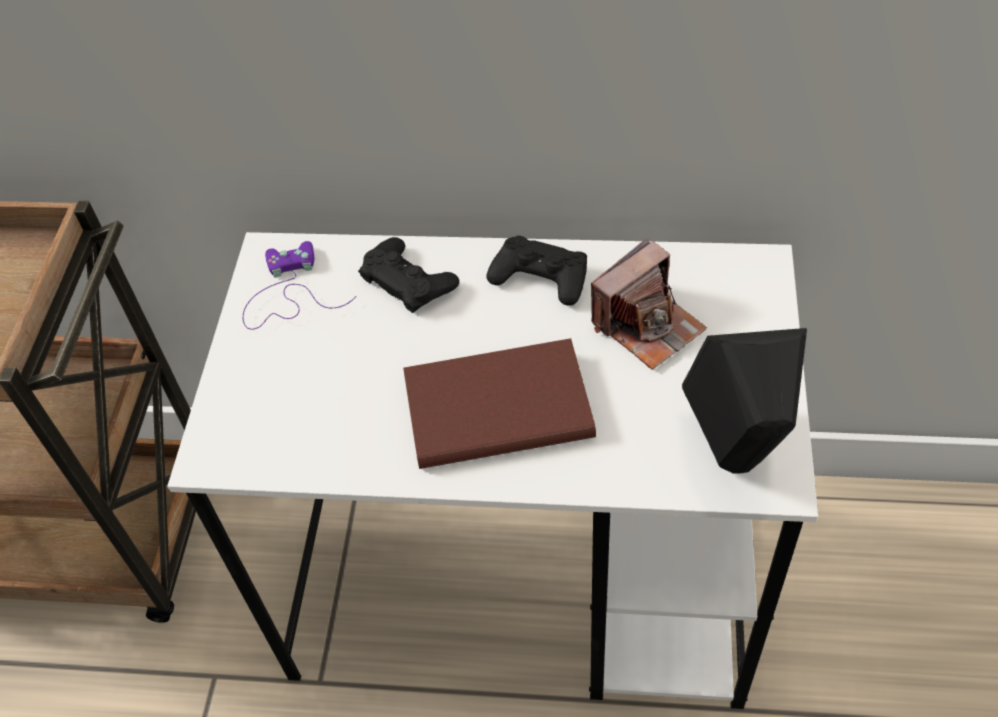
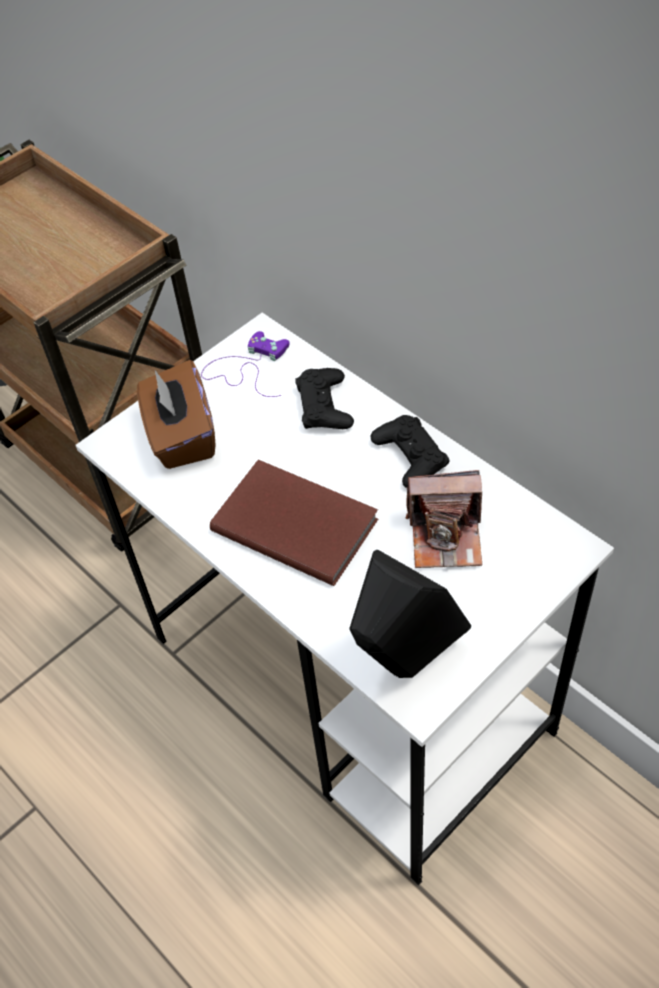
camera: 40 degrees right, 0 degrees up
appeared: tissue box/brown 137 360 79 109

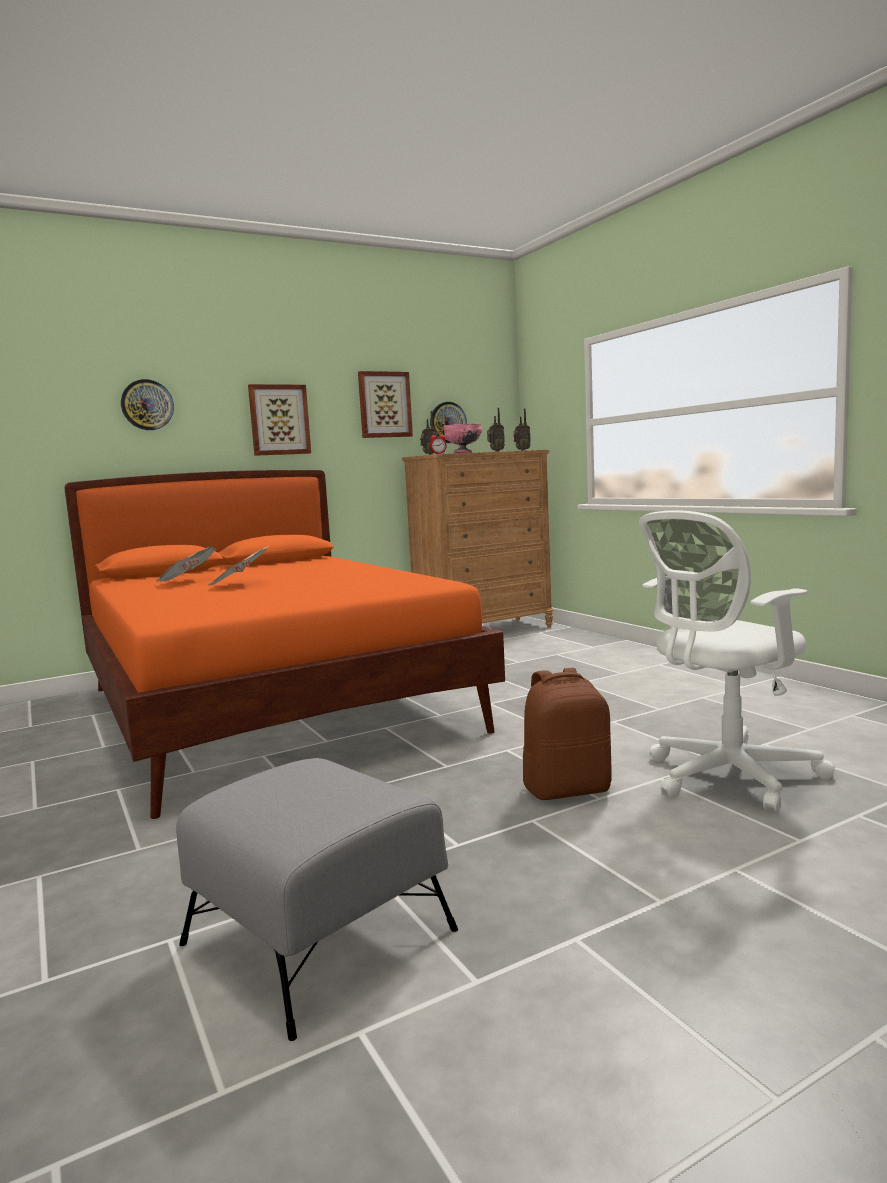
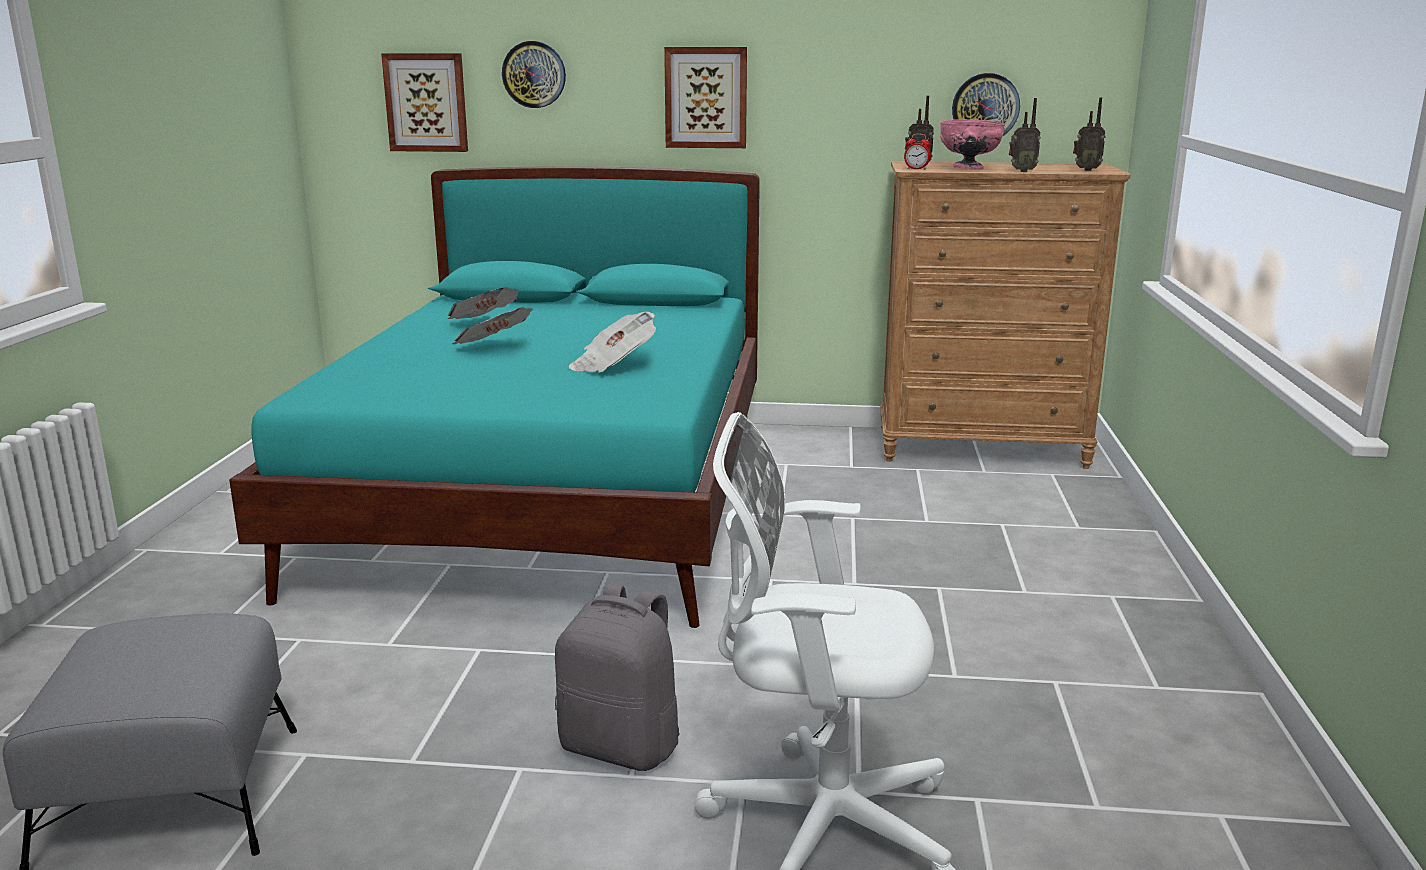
camera: 35 degrees right, 10 degrees up
appeared: newspaper 569 312 87 61
relocated: picture 358 371 55 67 to 381 53 87 99
colour: bed/orange 64 470 441 349 to bed/turquoise 229 166 531 462; backpack/brown 523 668 89 132 to backpack/grey 555 583 125 188

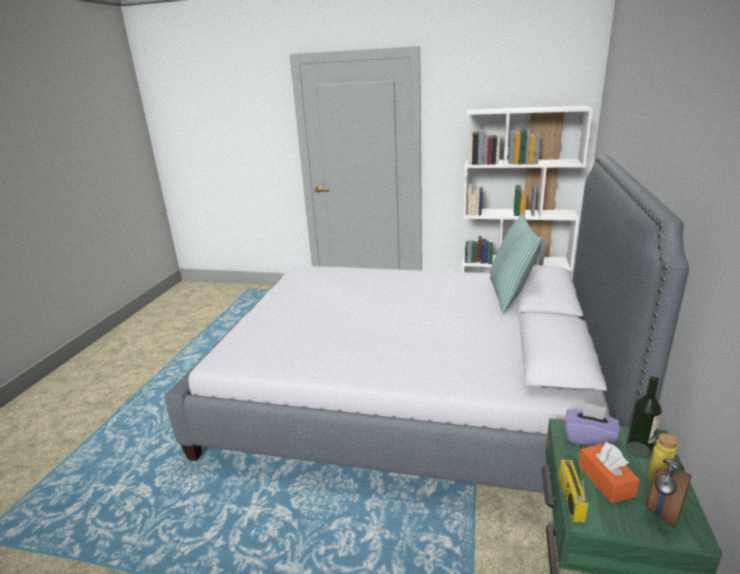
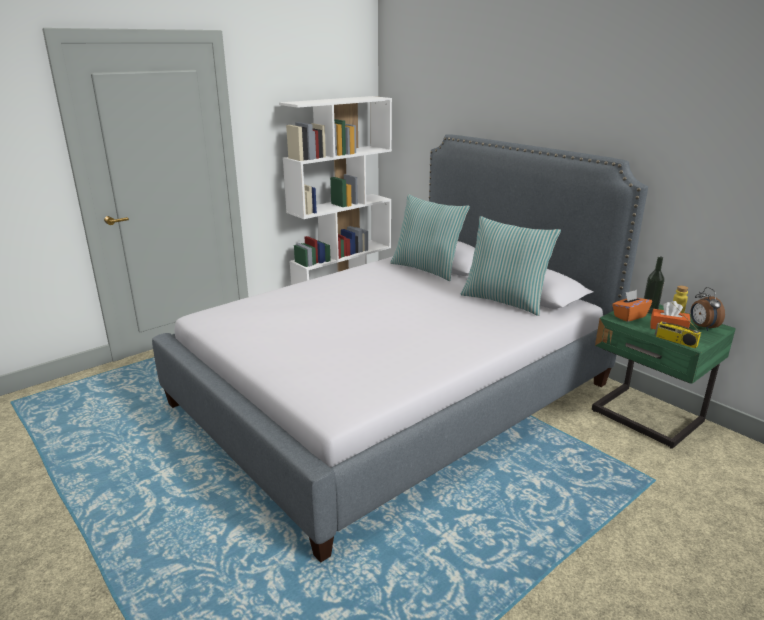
camera: 55 degrees left, 0 degrees up
appeared: pillow 461 216 100 100
colour: tissue box/purple 565 402 55 44 to tissue box/orange 612 290 40 32

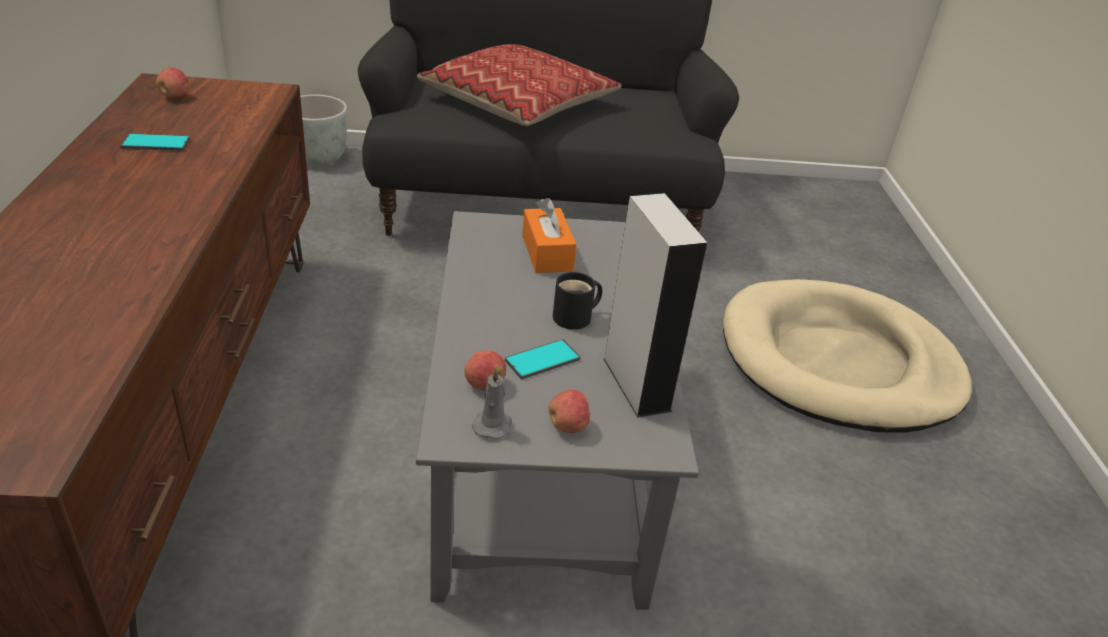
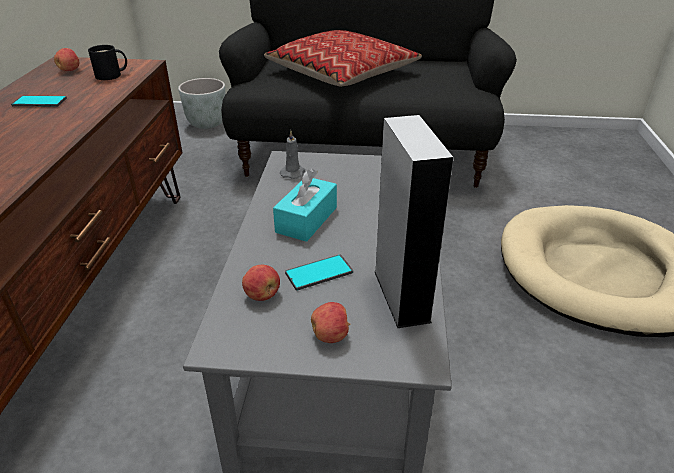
camera: 10 degrees right, 0 degrees up
missing: tissue box/orange 522 198 55 75
appeared: tissue box/turquoise 273 169 64 73
relocated: mug/black 553 272 49 58 to 88 45 39 35; candle/grey 472 367 40 73 to 280 130 25 49

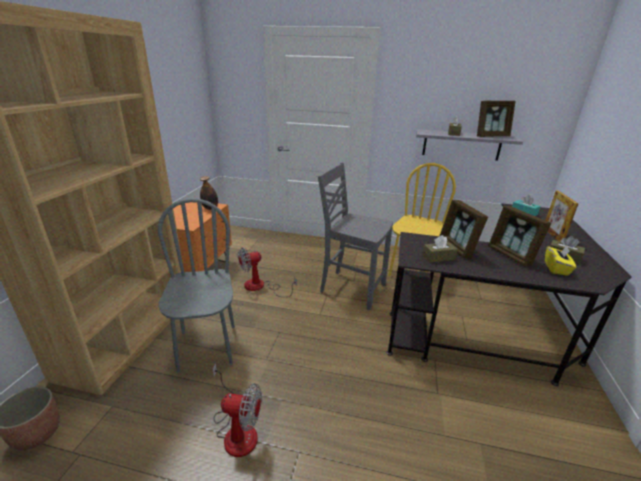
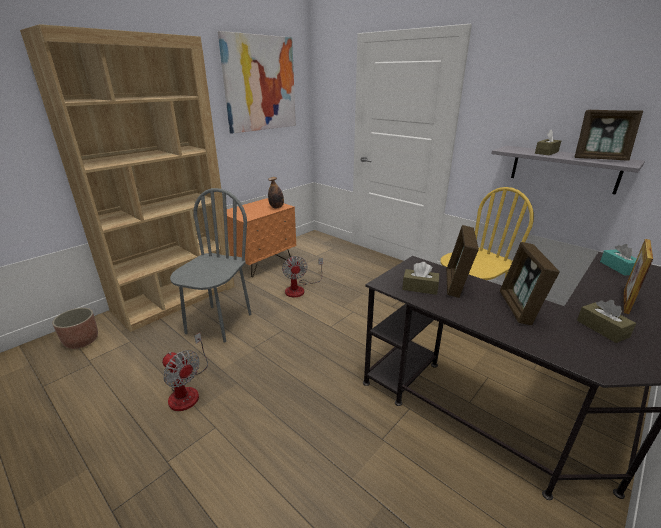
camera: 30 degrees right, 0 degrees up
missing: chair/grey 318 163 75 147; tissue box/yellow 545 246 31 30
appeared: picture 218 31 78 103
spun: fan 238 247 59 50 = 282 256 41 41 105 degrees counterclockwise

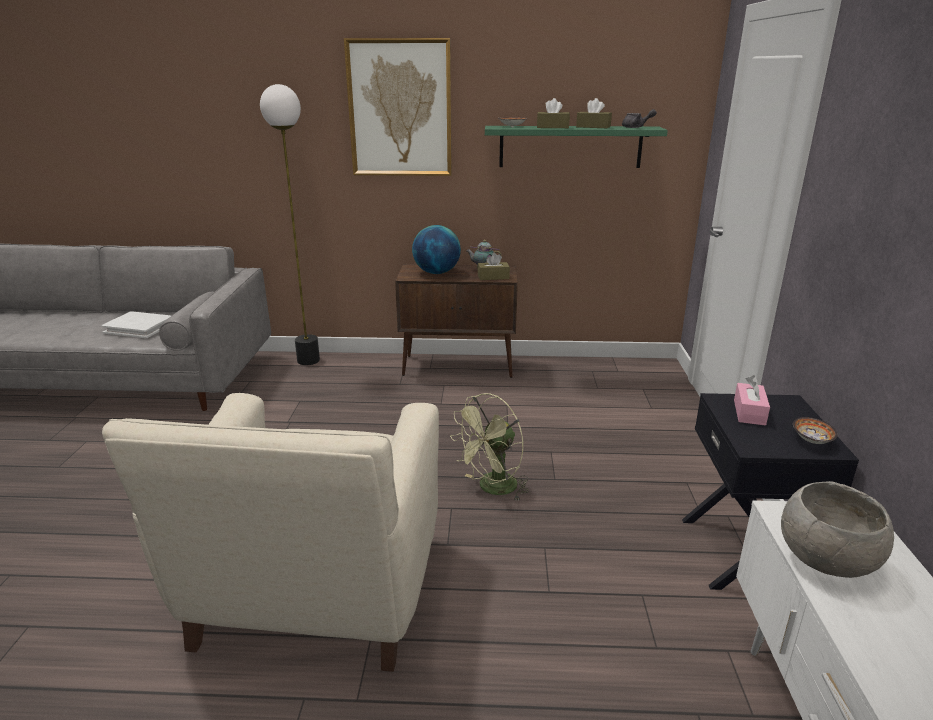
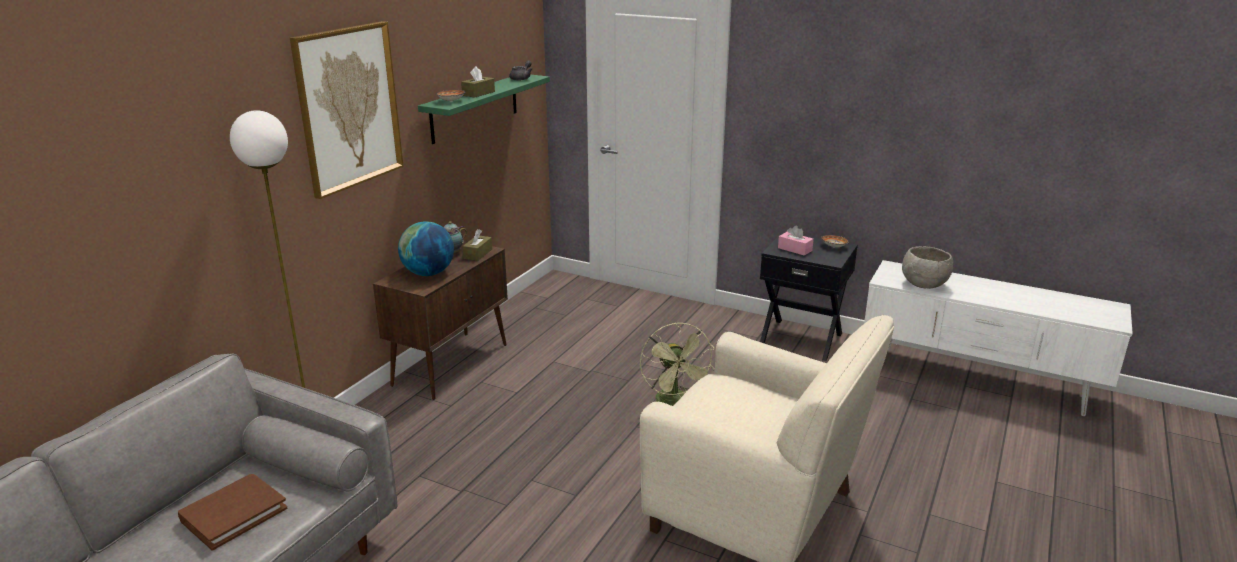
camera: 65 degrees left, 0 degrees up
missing: tissue box/brown 576 98 36 30
colour: book/white 101 311 70 27 to book/brown 178 474 110 76

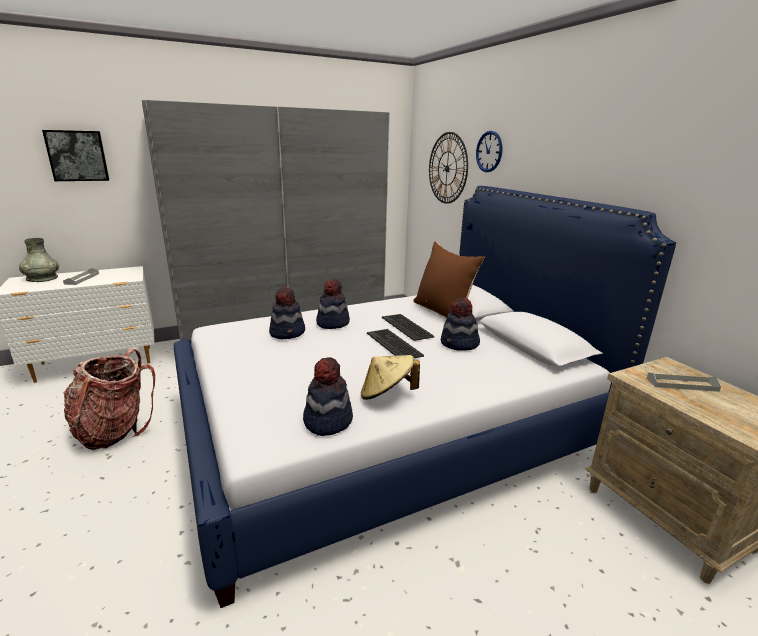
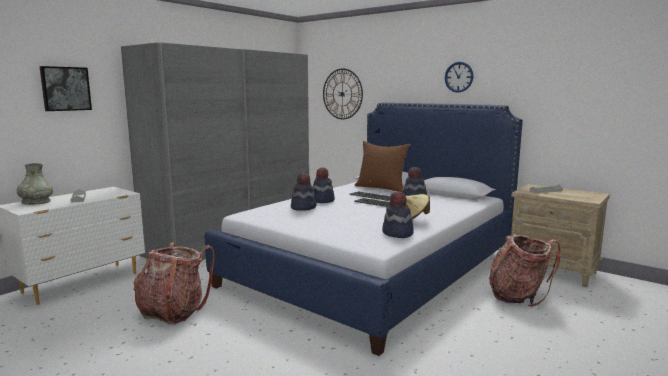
camera: 25 degrees left, 10 degrees down
appeared: backpack 489 234 72 73
relocated: wall clock 476 131 26 41 to 445 62 28 31

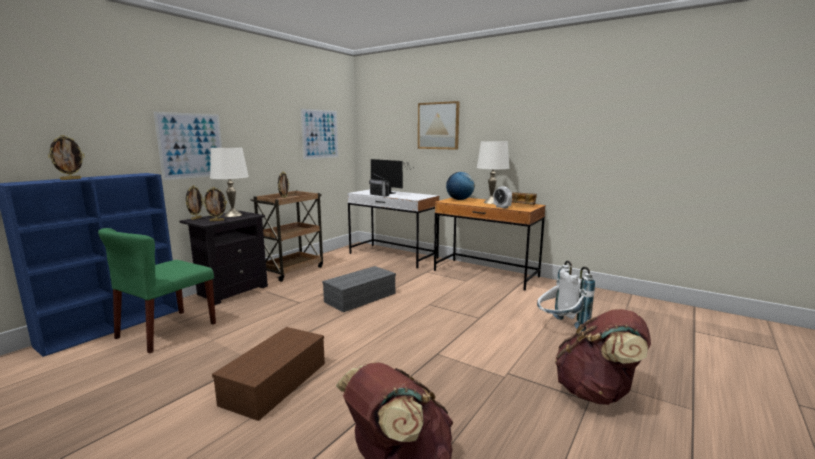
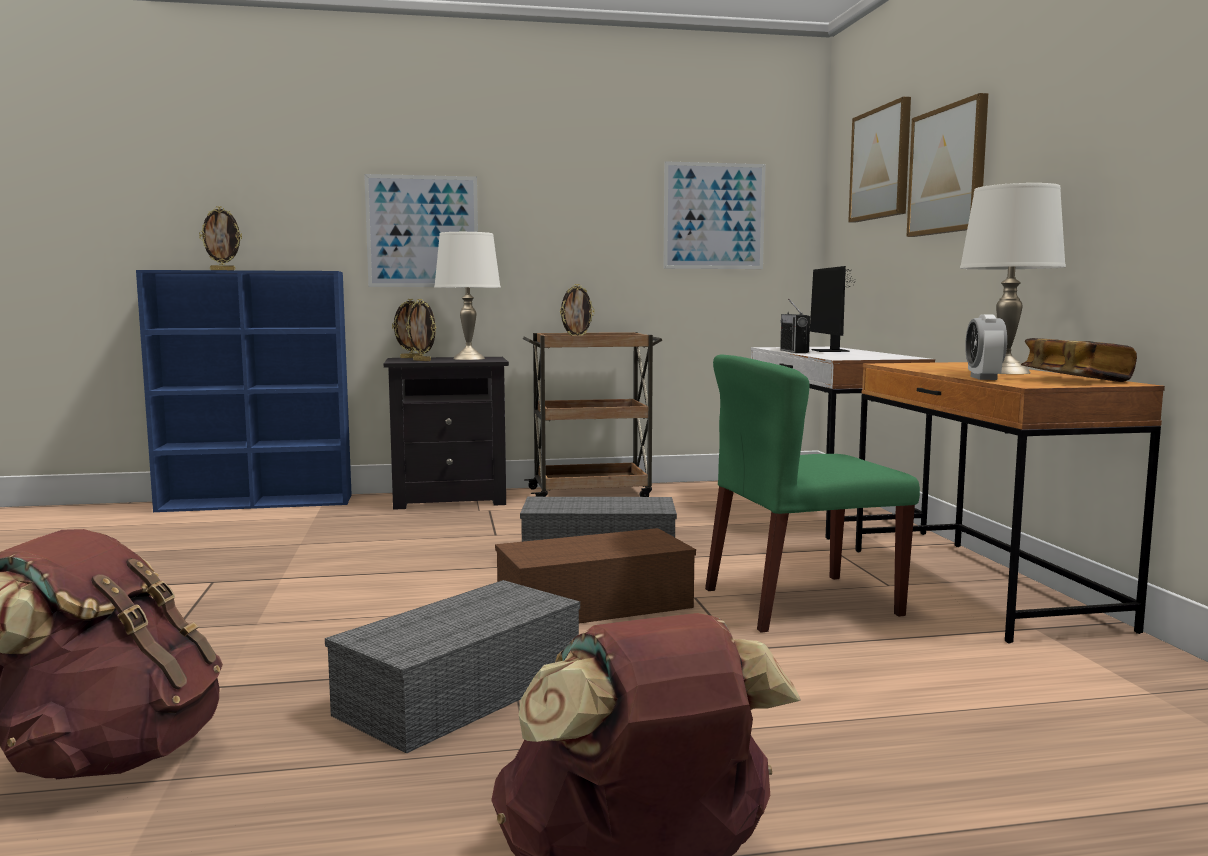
camera: 45 degrees right, 5 degrees down
missing: globe 446 172 29 28; backpack/white 537 261 58 70
appeared: picture 848 97 63 126; storage box/grey 325 580 255 174
relocated: chair/green 98 228 118 126 to 705 354 215 279; storage box/brown 212 327 113 94 to 495 528 201 95

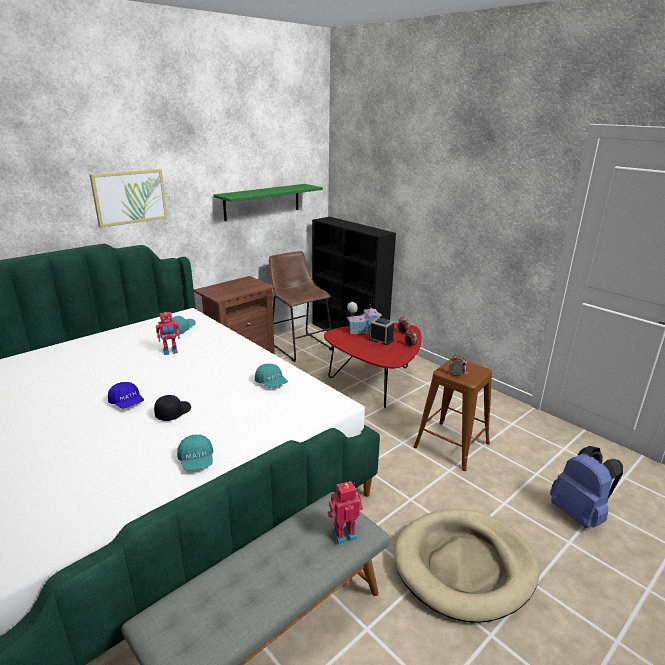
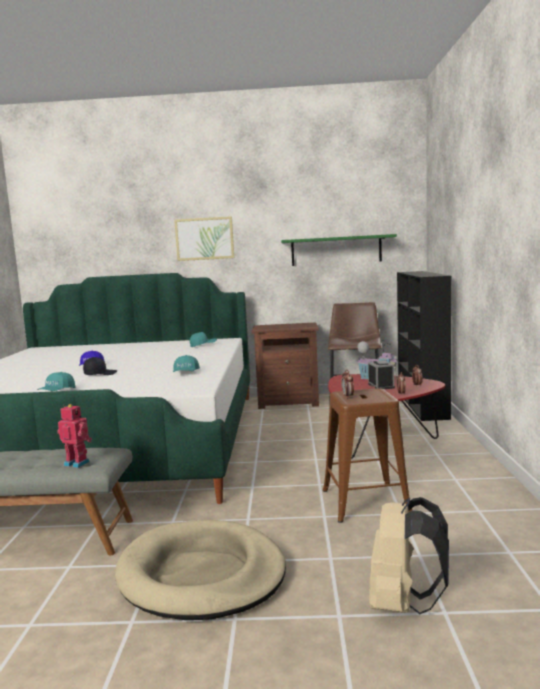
camera: 45 degrees right, 15 degrees down
missing: toy robot 156 312 24 43
colour: backpack/blue 550 446 73 82 to backpack/beige 369 497 80 117

